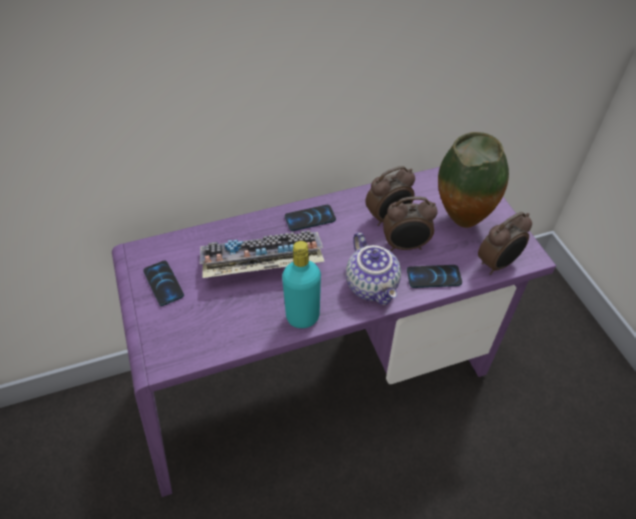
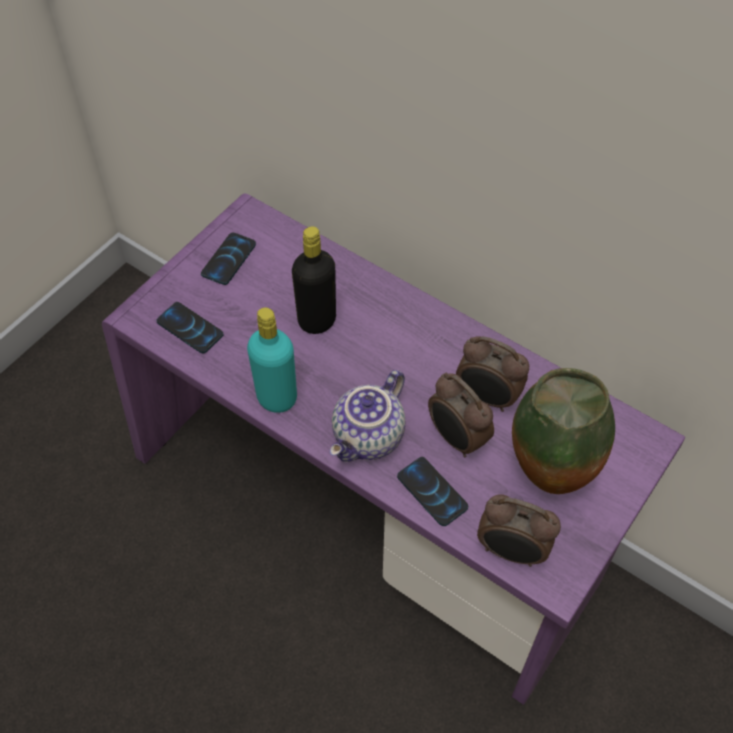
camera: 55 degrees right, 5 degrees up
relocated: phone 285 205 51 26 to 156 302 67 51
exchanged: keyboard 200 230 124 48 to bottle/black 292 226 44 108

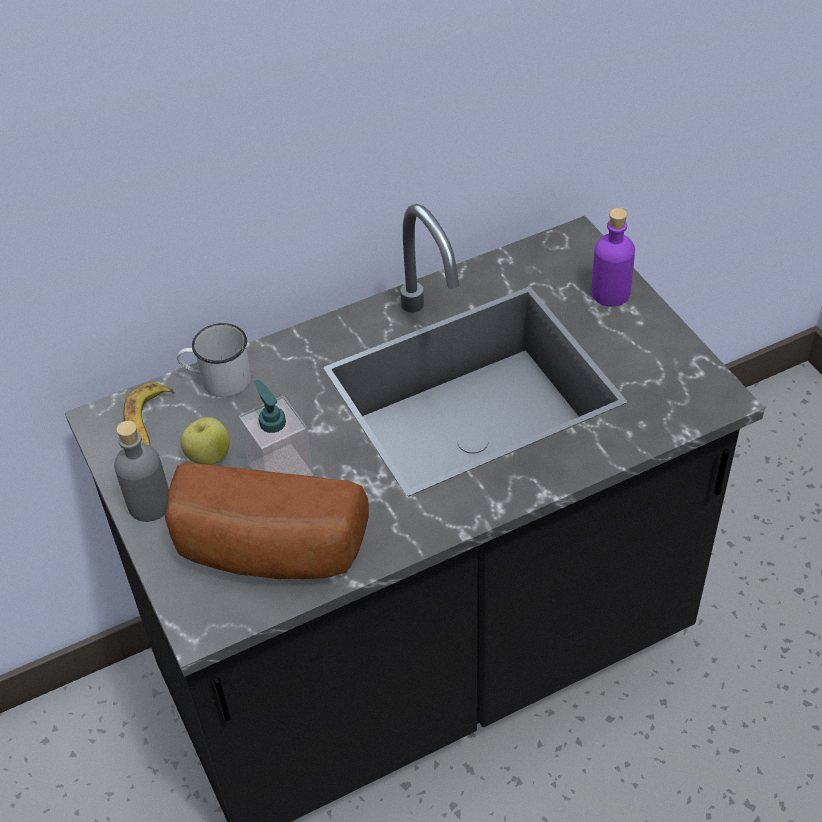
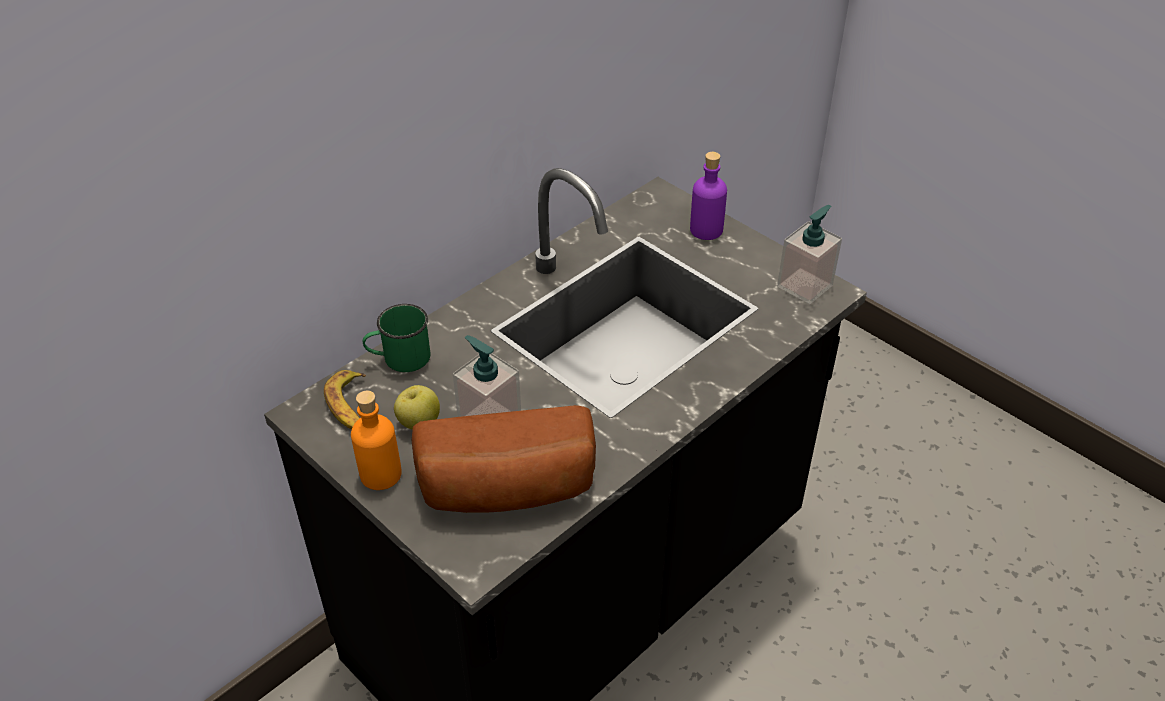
camera: 20 degrees left, 5 degrees down
appeared: soap dispenser 777 205 65 99
colour: mug/white 177 323 74 74 to mug/green 363 304 67 68; bottle/grey 114 421 55 101 to bottle/orange 351 391 51 99

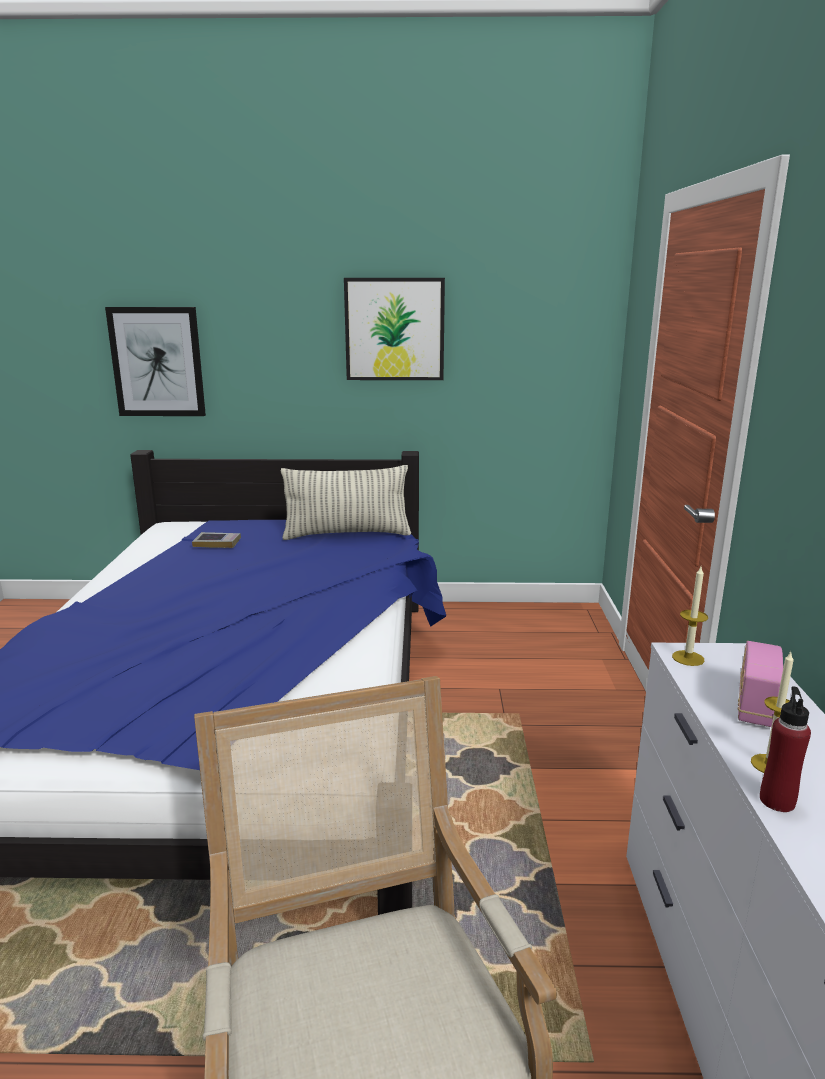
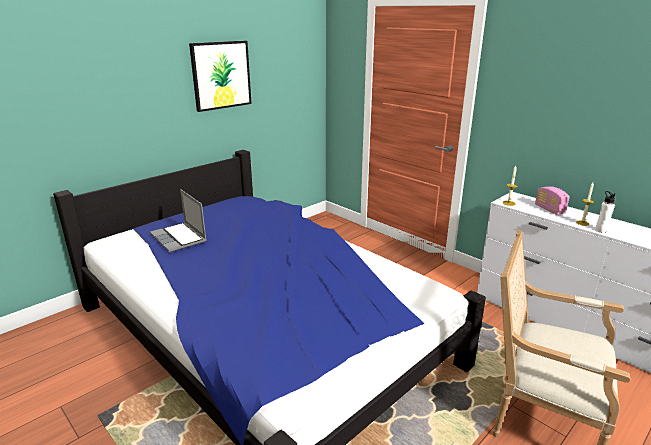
camera: 45 degrees left, 5 degrees up
missing: picture 105 307 101 109; pillow 281 465 130 75
exchanged: book 192 532 49 16 to laptop 150 189 57 63
colour: bottle/red 760 686 51 126 to bottle/white 595 191 20 42

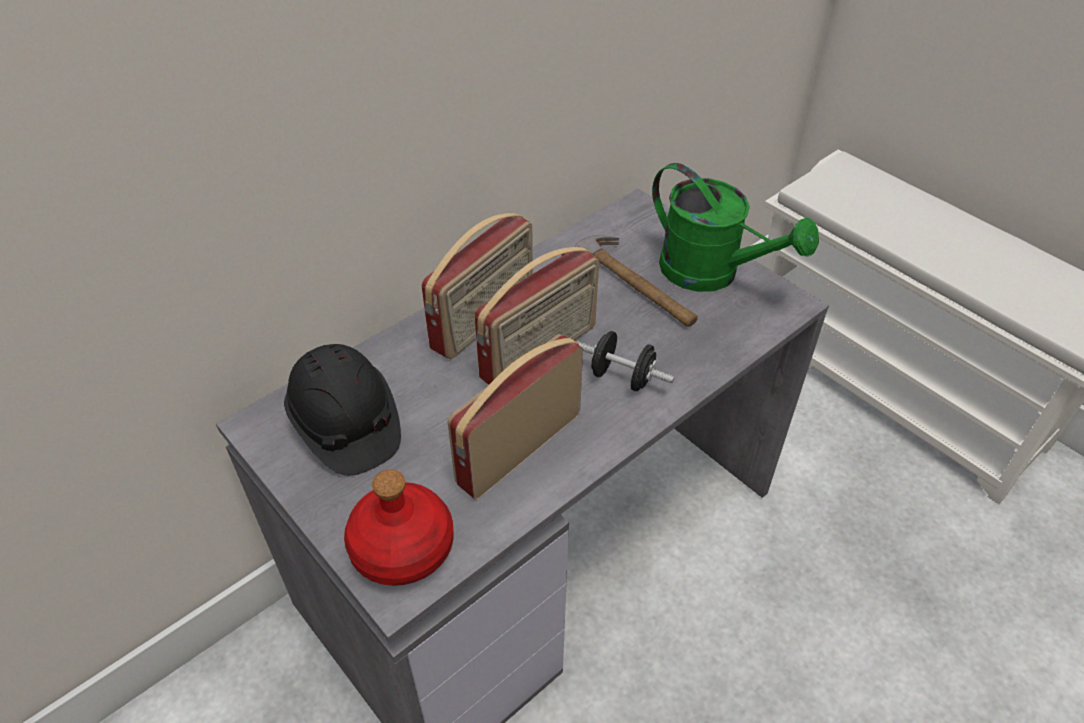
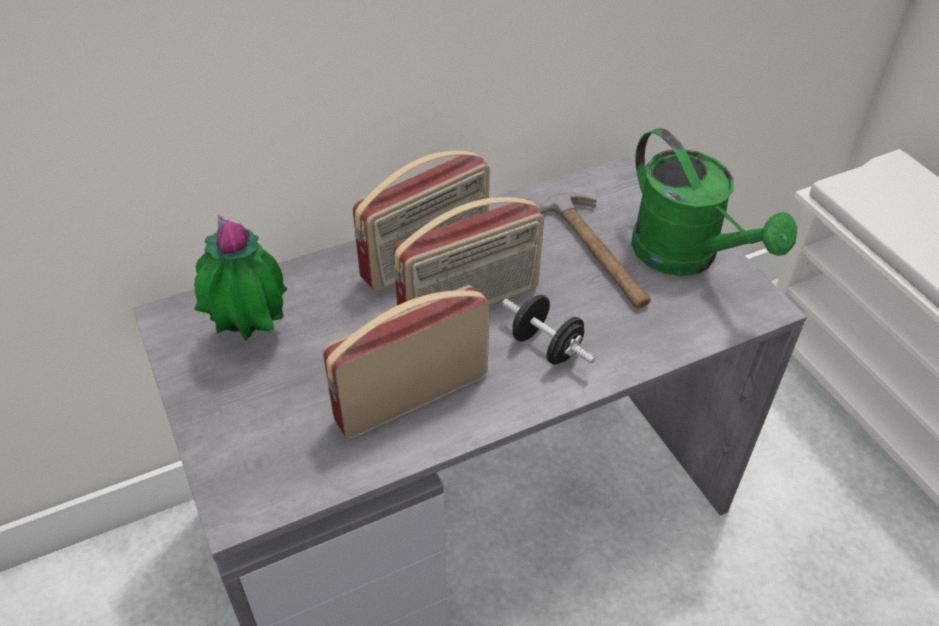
camera: 15 degrees right, 0 degrees up
missing: bottle/red 344 470 109 116
exchanged: hard hat/black 284 344 117 132 to potted plant 194 215 93 126

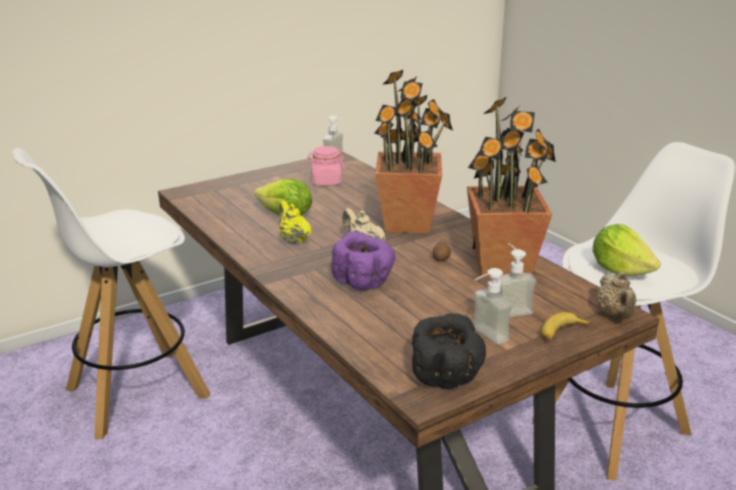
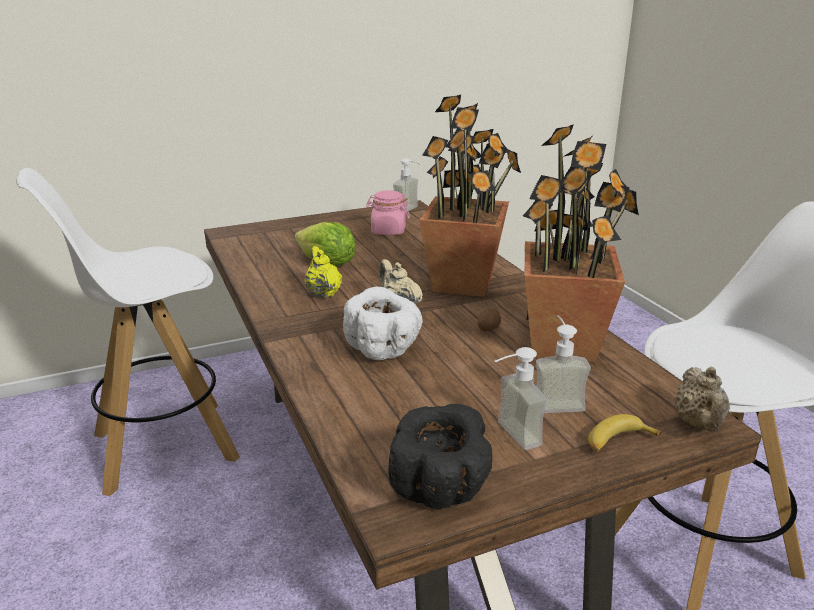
camera: 10 degrees right, 0 degrees up
missing: lettuce 593 224 68 52
colour: bowl/purple 331 231 65 60 to bowl/white 343 287 80 73

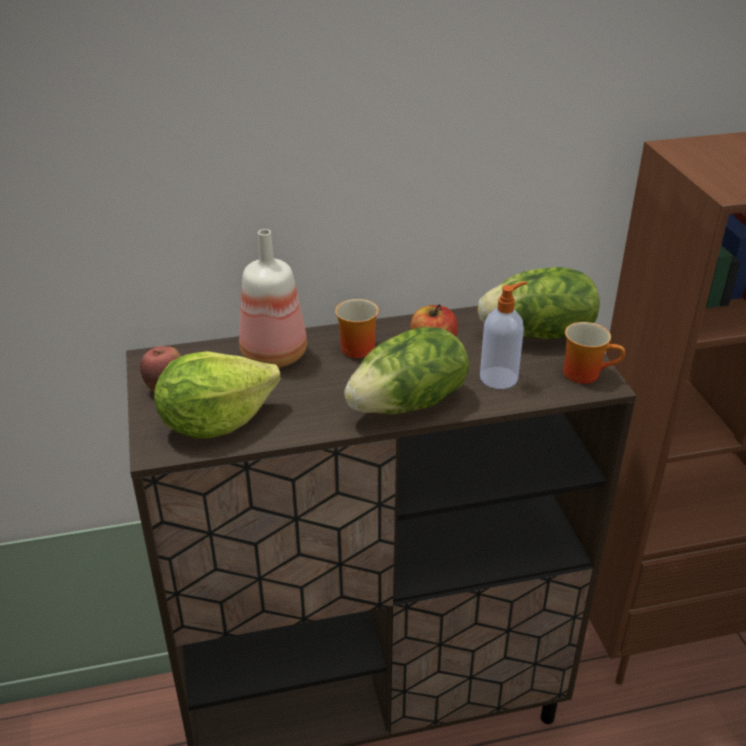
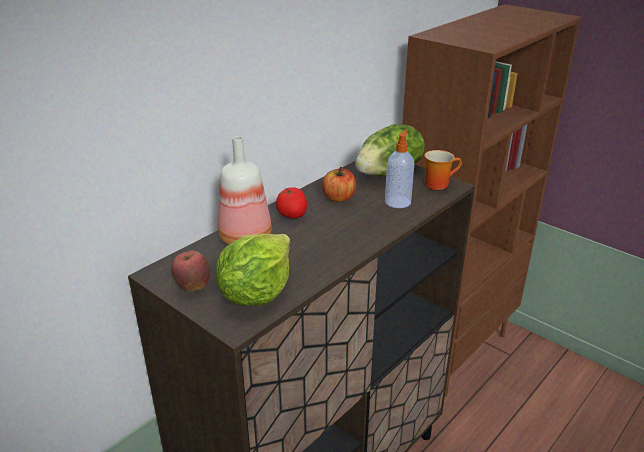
camera: 35 degrees left, 5 degrees down
missing: lettuce 344 327 125 87
exchanged: mug 335 299 44 59 to tomato 276 187 31 31

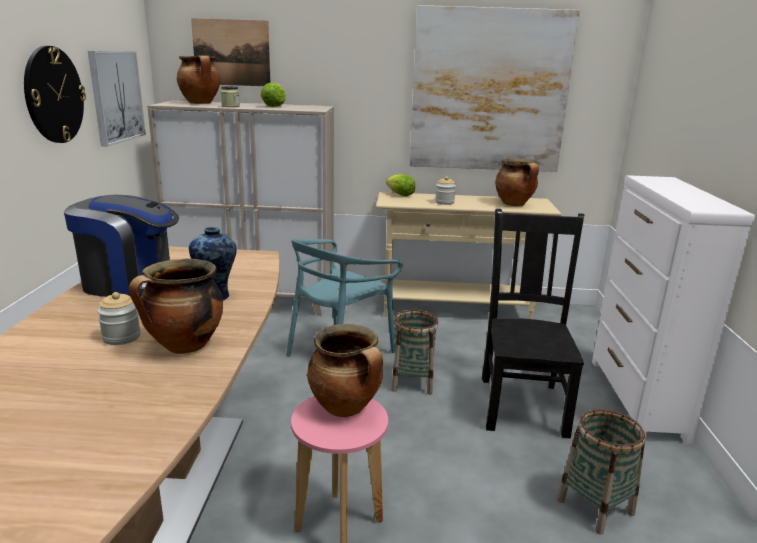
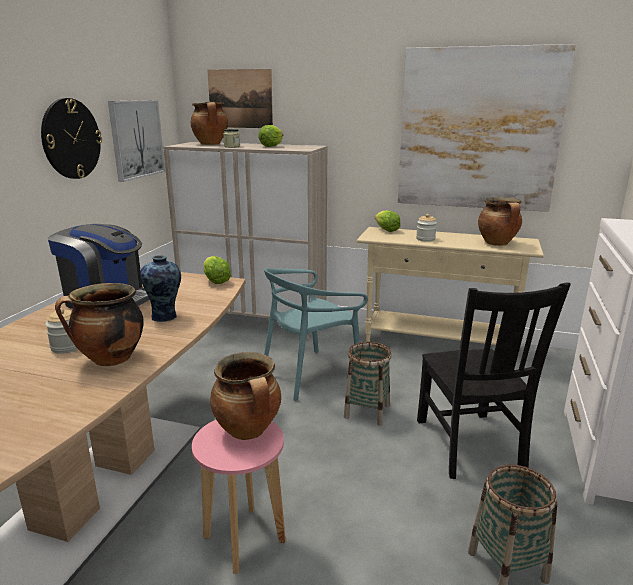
camera: 15 degrees right, 0 degrees up
appeared: lettuce 203 256 28 28
spun: chair/black 482 209 102 229 = 417 282 154 197 150 degrees clockwise

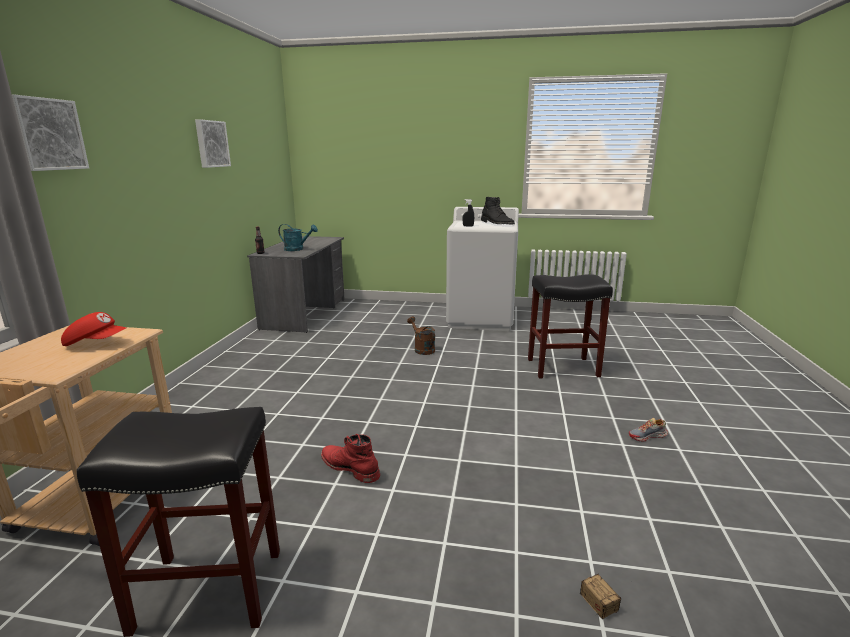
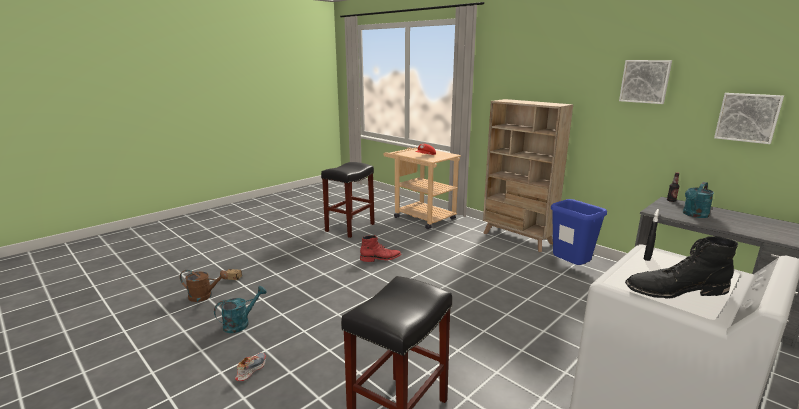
camera: 125 degrees right, 0 degrees up
appeared: bookcase/beige 483 99 90 153; trash can/blue 551 199 56 66; watering can/turquoise 214 286 53 47
relocated: picture 12 94 77 77 to 714 93 70 51; watering can/brown 407 317 28 38 to 180 270 48 32

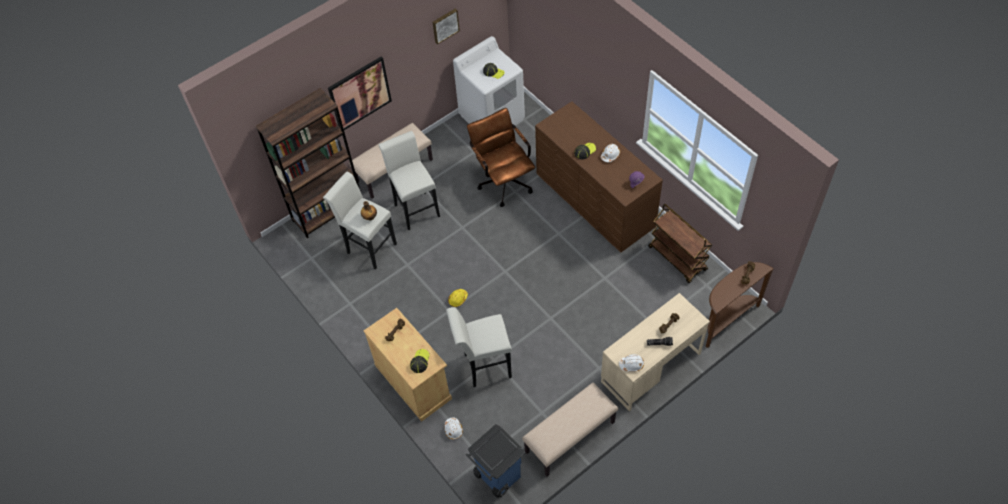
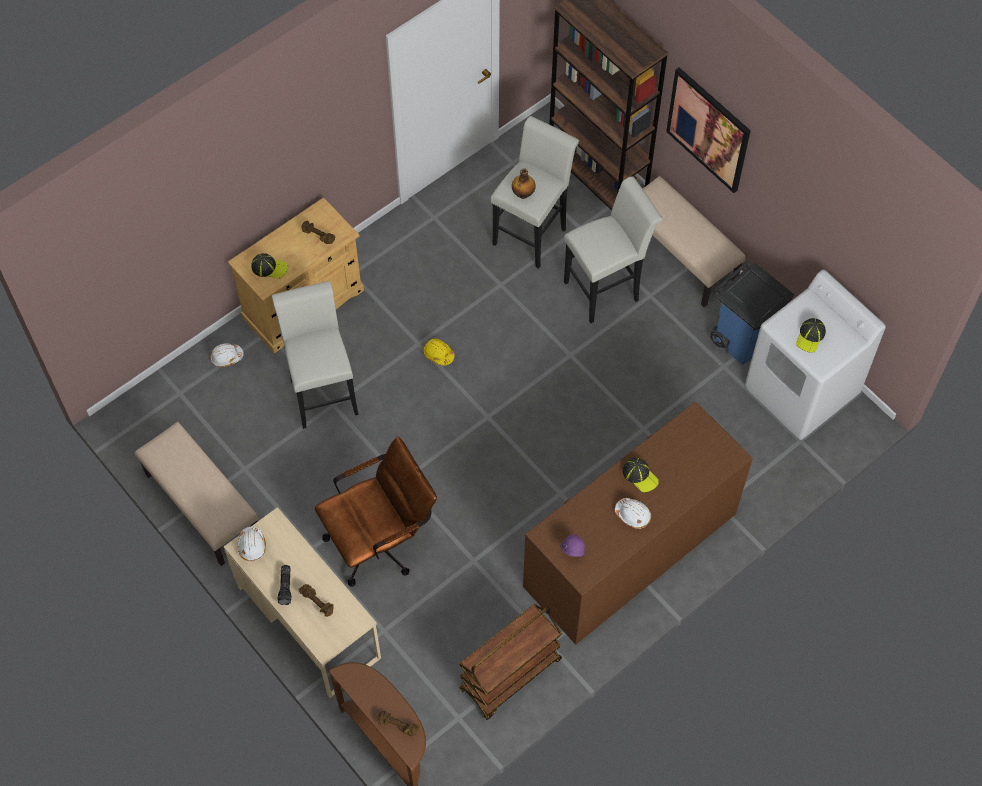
camera: 85 degrees right, 5 degrees up
missing: picture 432 8 28 37
relocated: office chair/brown 467 108 68 99 to 315 437 122 150; trash can/blue 465 424 60 74 to 710 261 84 104

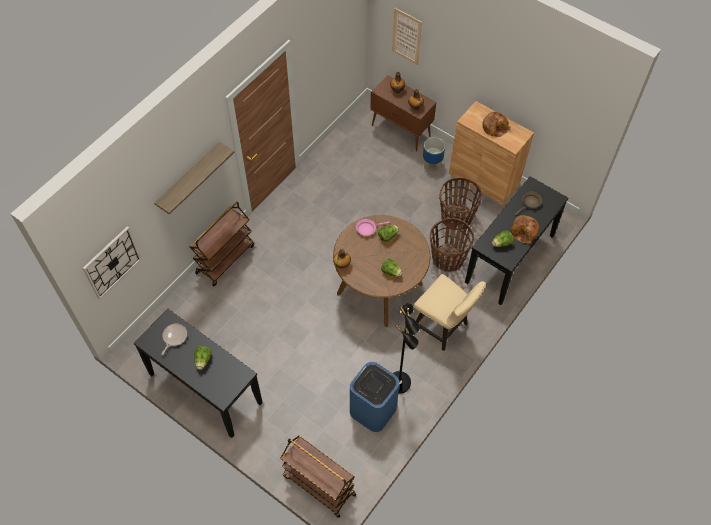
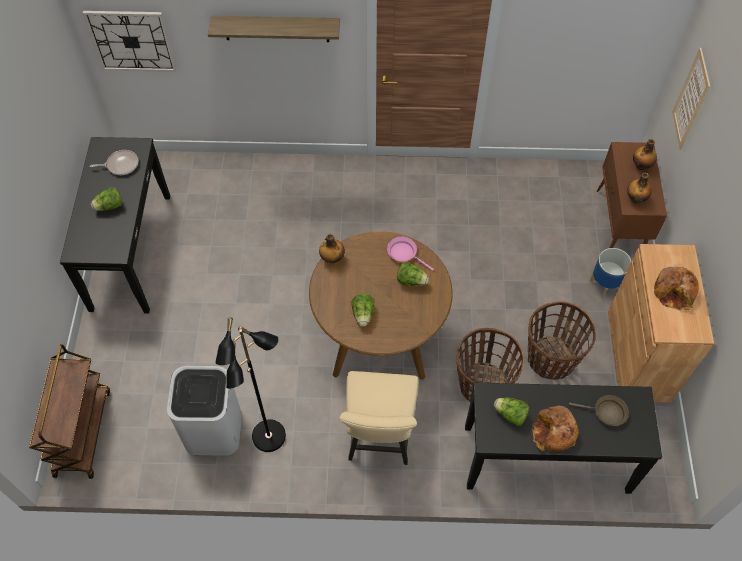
camera: 55 degrees right, 0 degrees up
missing: cart/brown 190 201 64 85
colour: trash can/blue 350 362 50 70 to trash can/white 167 366 75 89

